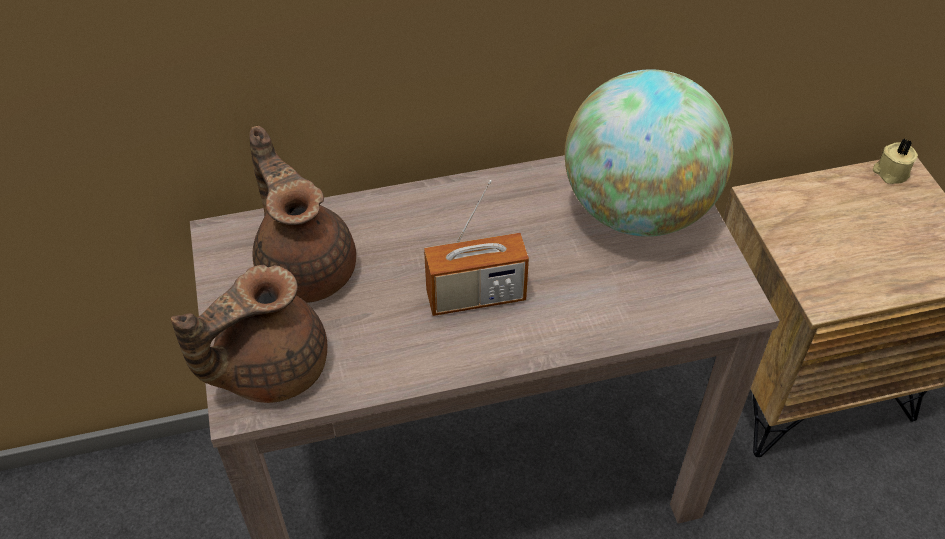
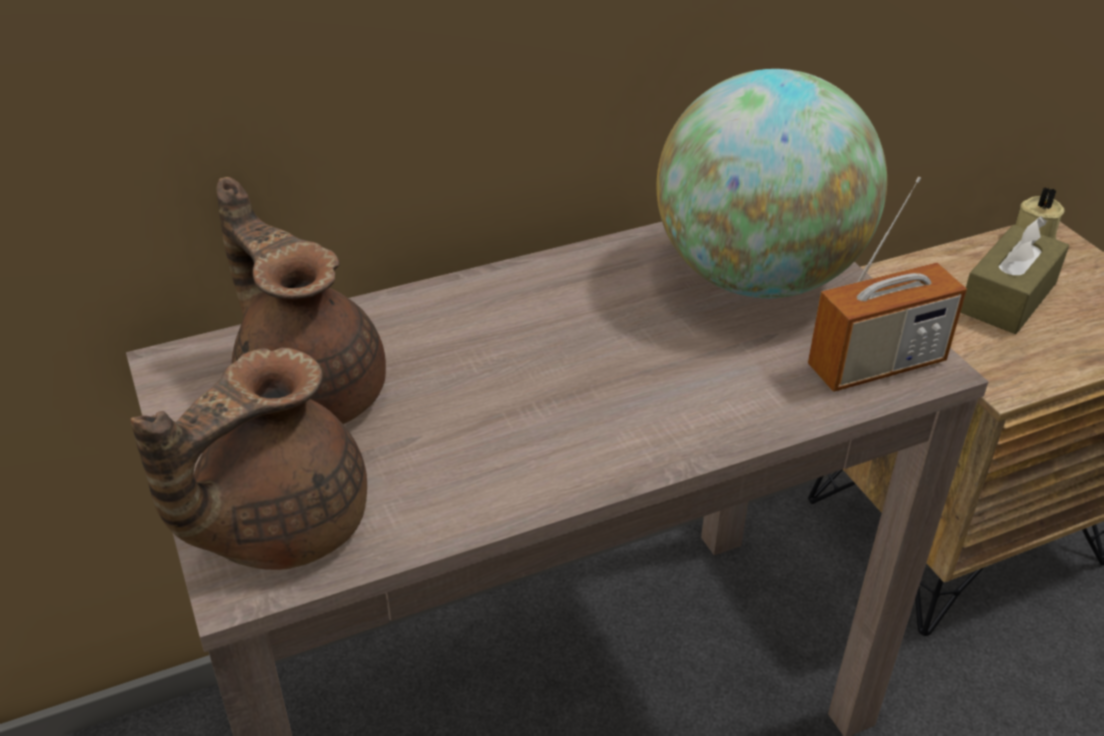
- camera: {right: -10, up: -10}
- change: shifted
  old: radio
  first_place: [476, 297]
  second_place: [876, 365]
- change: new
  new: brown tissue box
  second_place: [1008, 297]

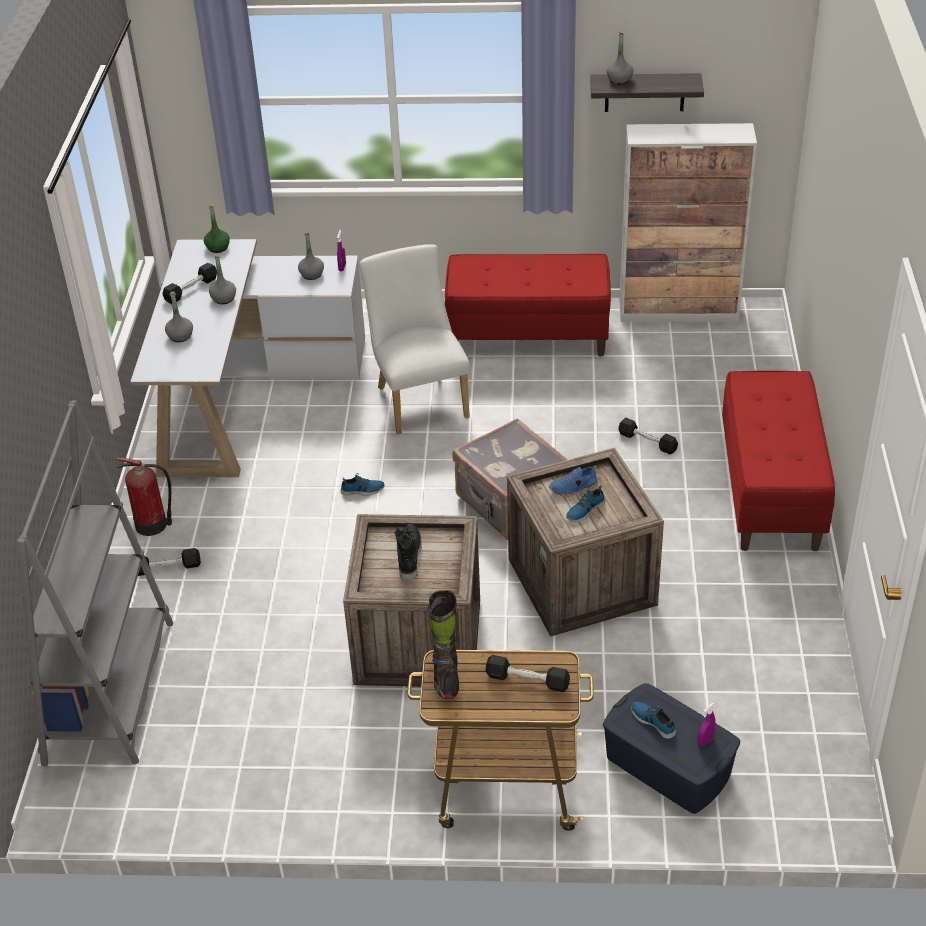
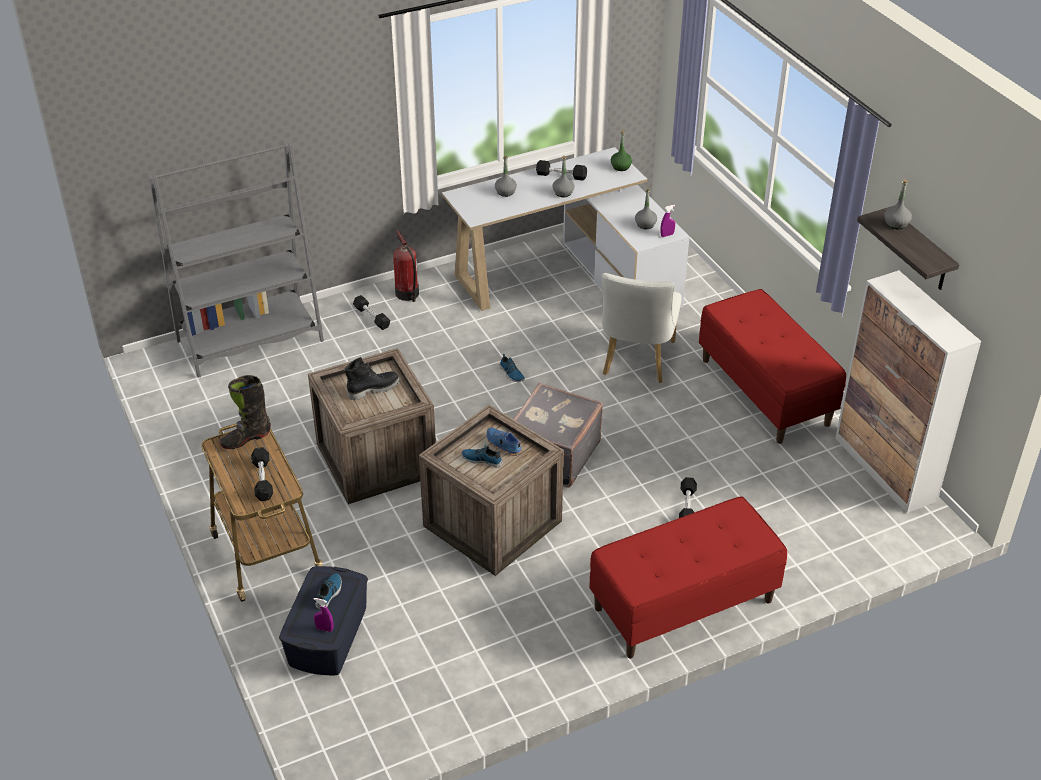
- camera: {right: 60, up: 0}
- change: rotated
  old: white chair
  first_place: [419, 398]
  second_place: [636, 362]
  degrees: 150

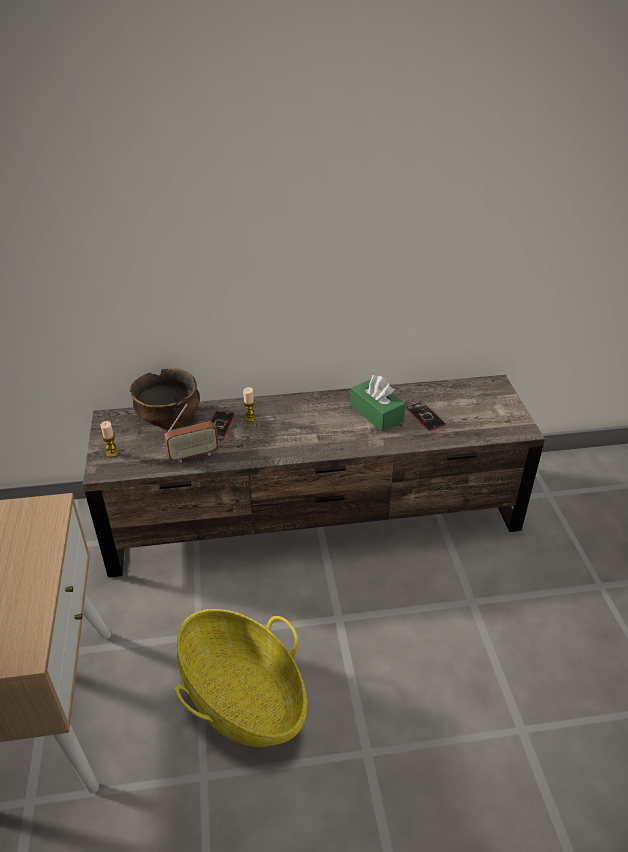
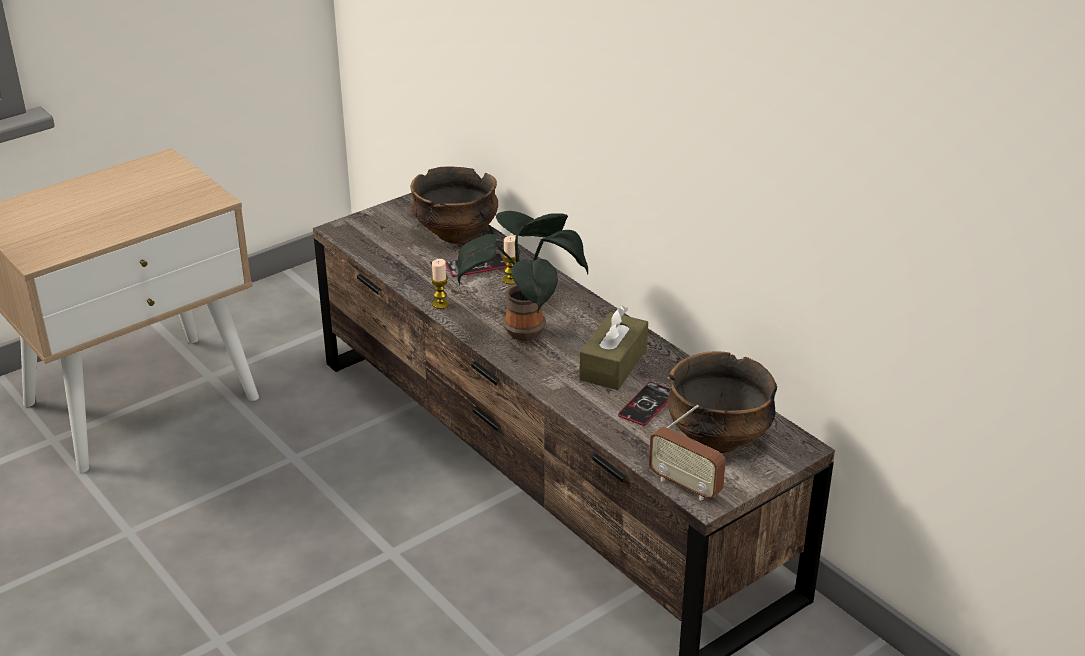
- camera: {right: 60, up: -5}
- change: shifted
  old: candle
  first_place: [112, 453]
  second_place: [440, 304]
- change: new
  new: potted plant
  second_place: [525, 330]
- change: repainted
  old: green tissue box
  new: brown tissue box
  first_place: [376, 413]
  second_place: [613, 364]
- change: shifted
  old: radio
  first_place: [193, 455]
  second_place: [685, 485]
- change: new
  new: bowl
  second_place: [717, 438]
- change: gone
  old: basket
  first_place: [243, 698]

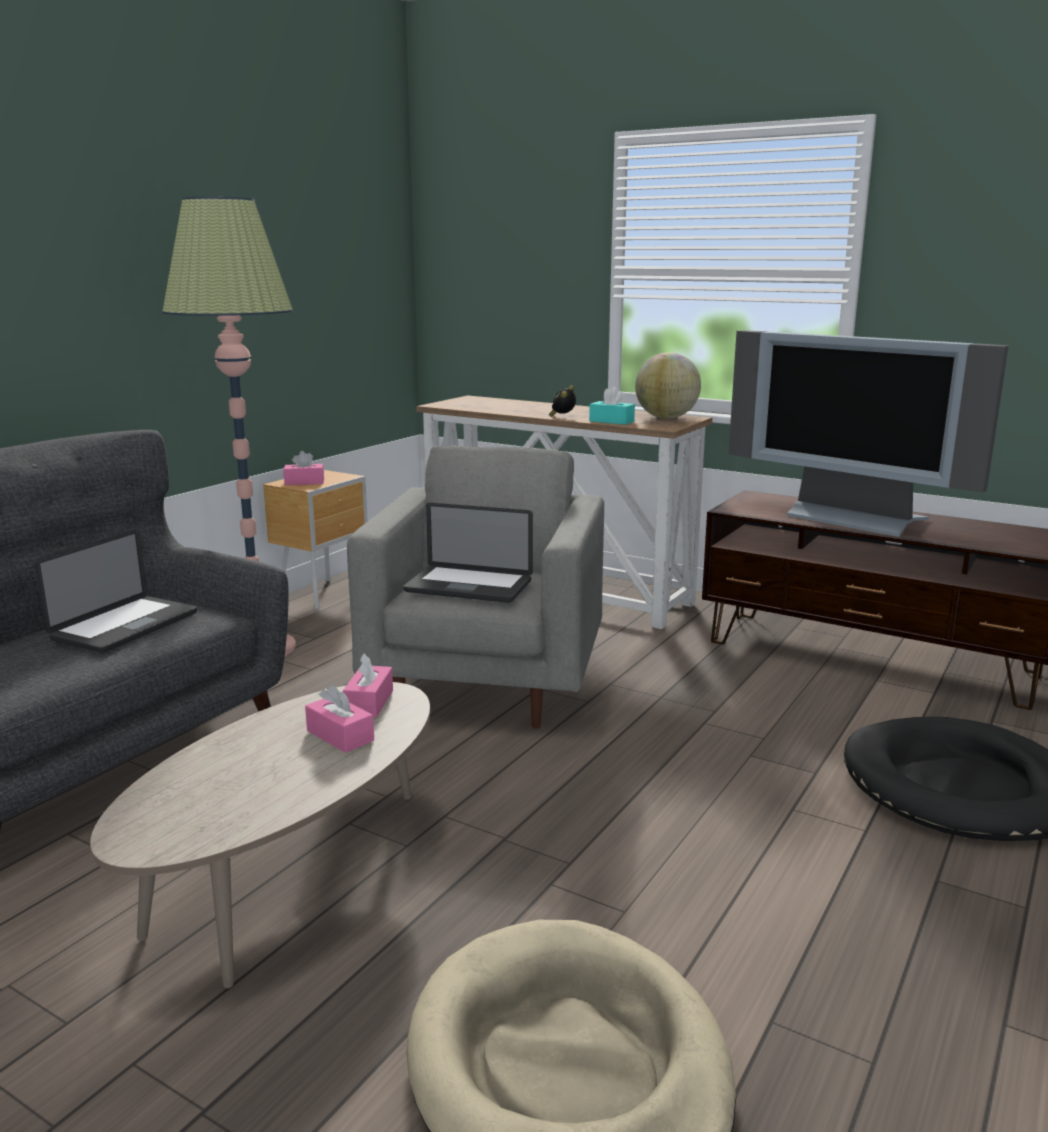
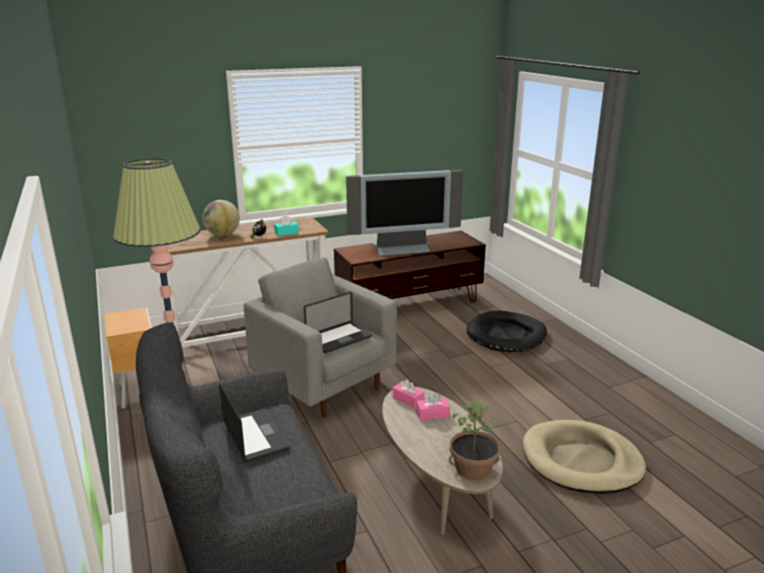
- camera: {right: -55, up: 5}
- change: shifted
  old: globe
  first_place: [666, 418]
  second_place: [222, 235]
- change: new
  new: potted plant
  second_place: [473, 469]
- change: gone
  old: pink tissue box
  first_place: [304, 482]

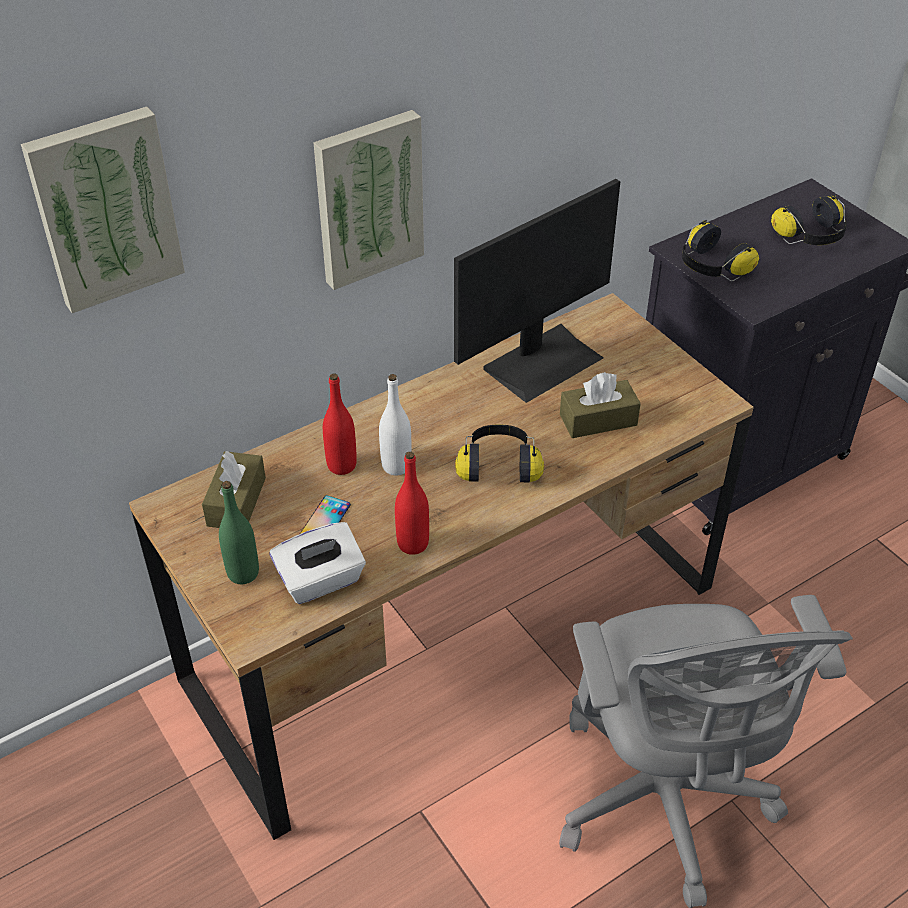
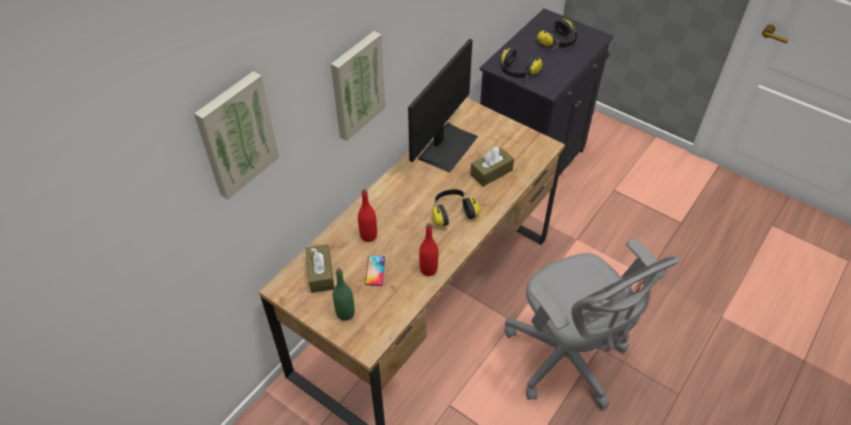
- camera: {right: -20, up: 5}
- change: gone
  old: white tissue box
  first_place: [321, 581]
- change: gone
  old: white bottle
  first_place: [396, 466]

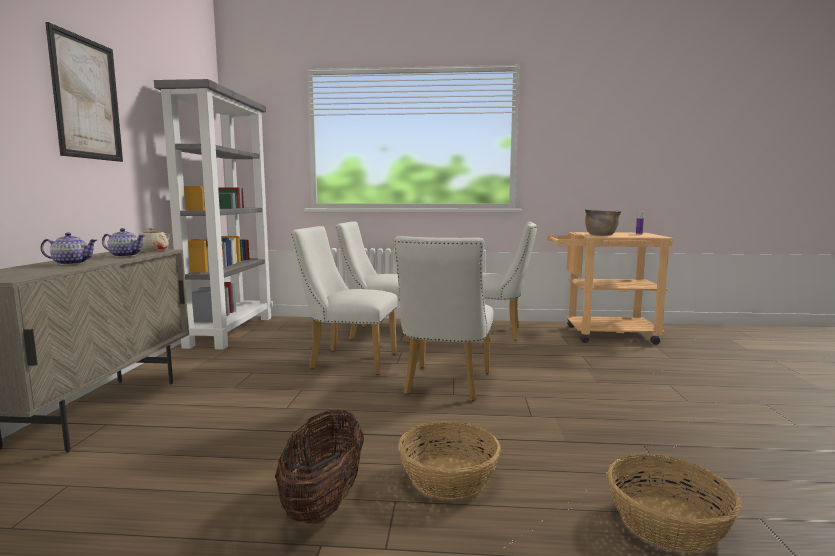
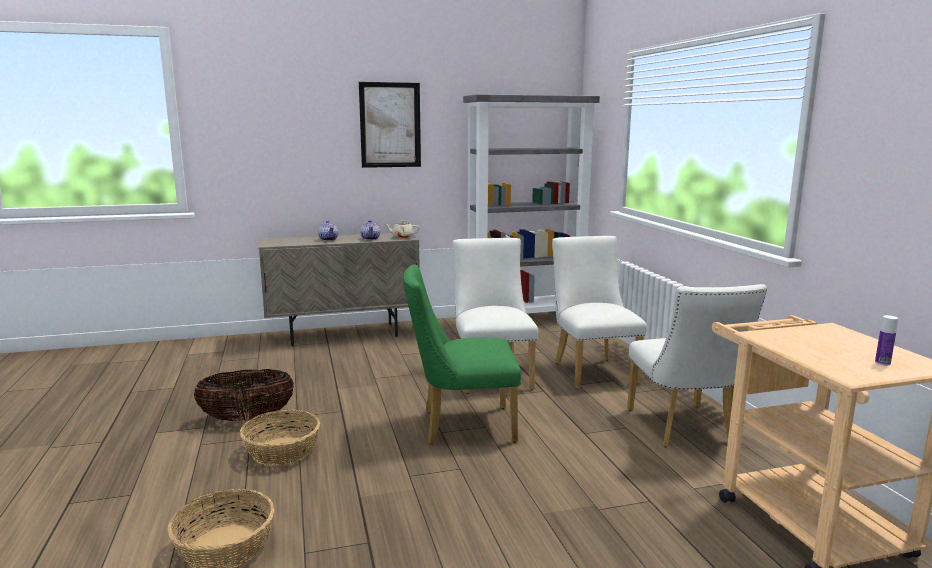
- camera: {right: 70, up: 5}
- change: repainted
  old: white chair
  new: green chair
  first_place: [445, 386]
  second_place: [460, 426]
- change: gone
  old: brown cooking pot
  first_place: [601, 235]

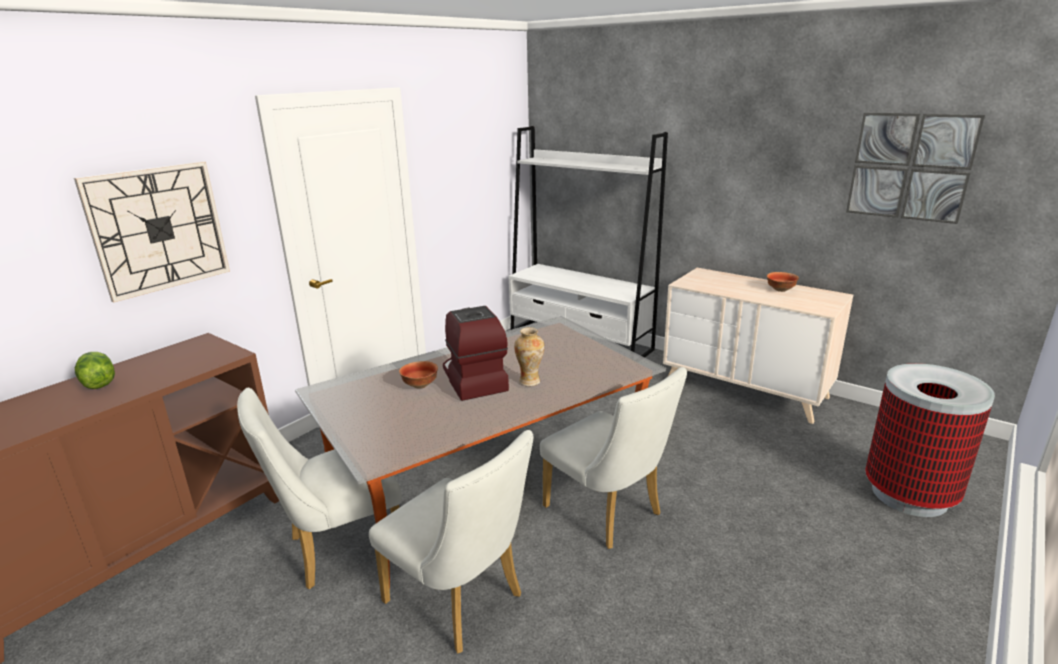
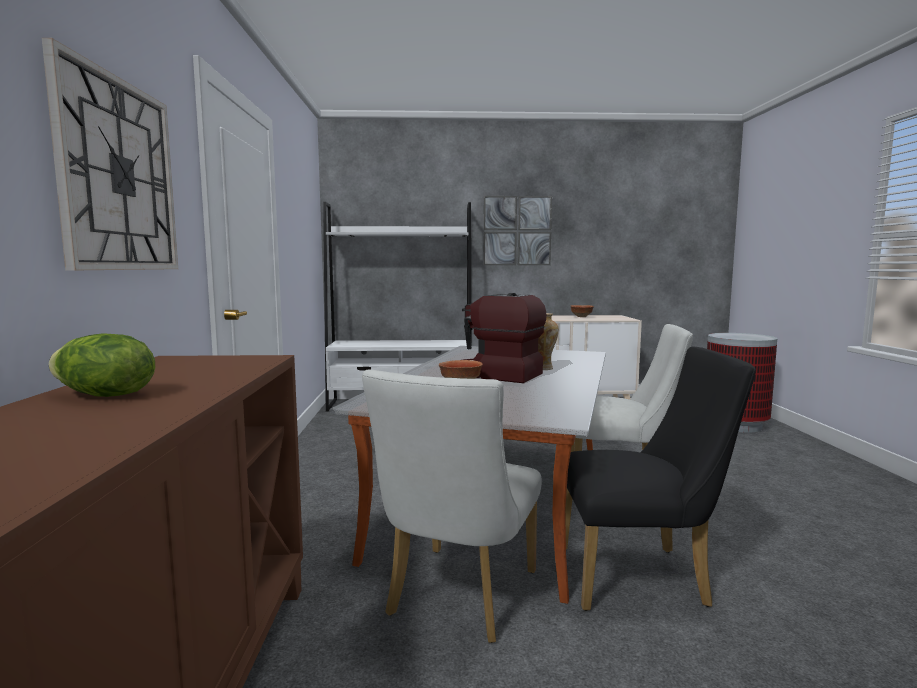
- camera: {right: -40, up: -15}
- change: shifted
  old: picture
  first_place: [910, 166]
  second_place: [517, 231]
- change: repainted
  old: white chair
  new: black chair
  first_place: [461, 603]
  second_place: [642, 576]

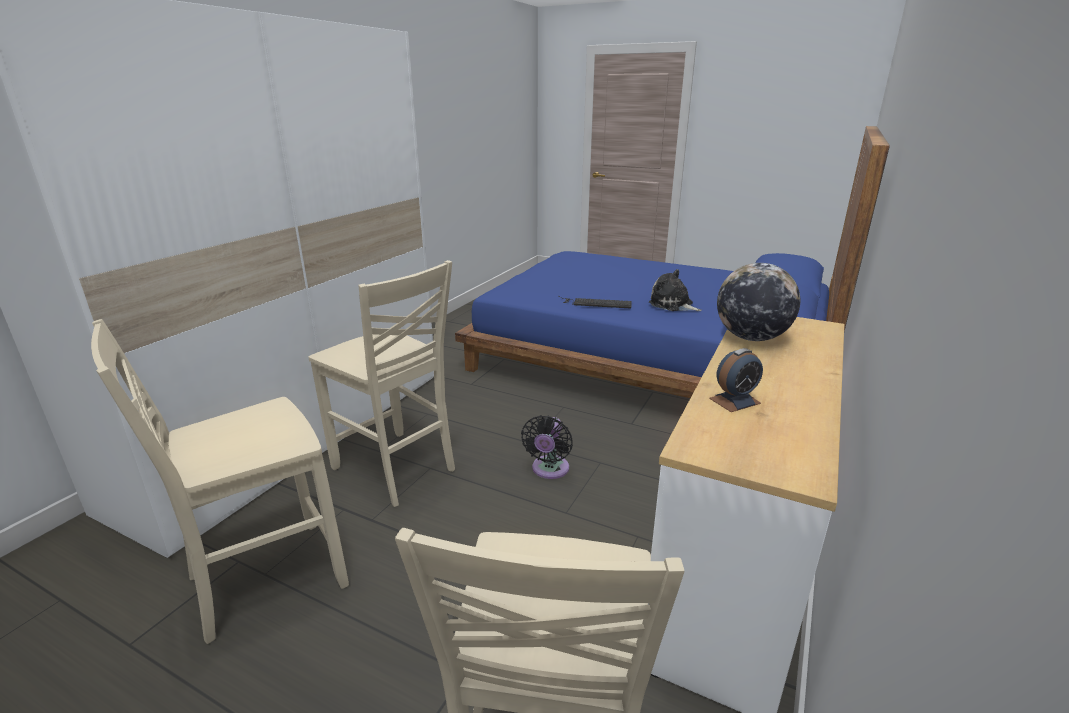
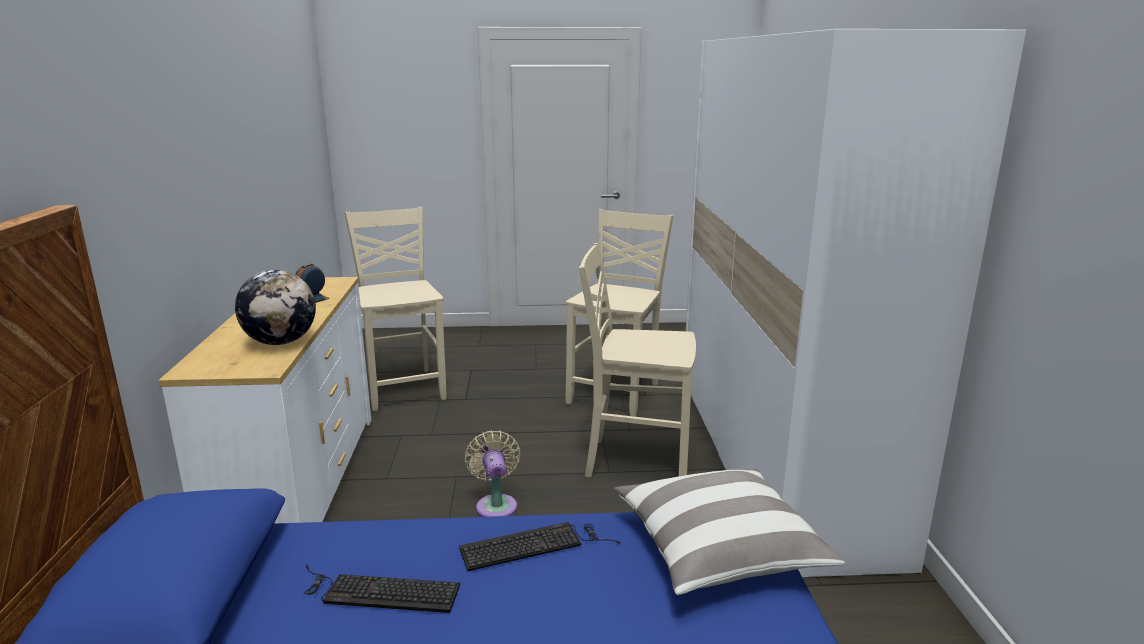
- camera: {right: 150, up: -5}
- change: swapped
  old: plush toy
  new: keyboard
  first_place: [672, 305]
  second_place: [377, 591]
- change: repainted
  old: black fan
  new: beige fan
  first_place: [549, 470]
  second_place: [496, 504]
- change: new
  new: pillow
  second_place: [719, 550]

